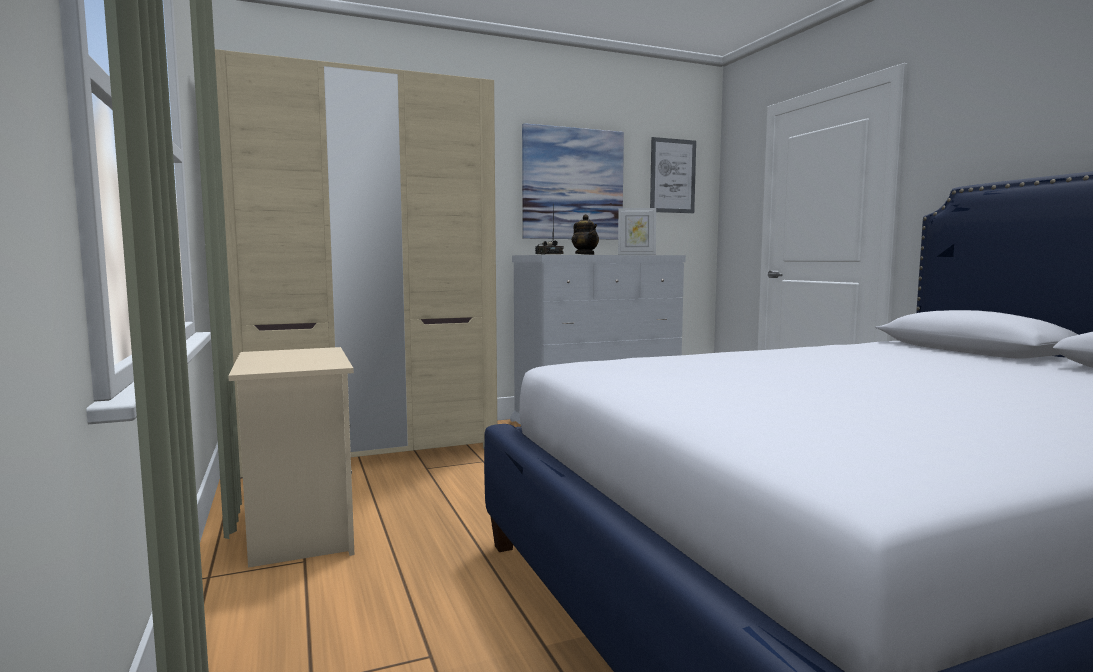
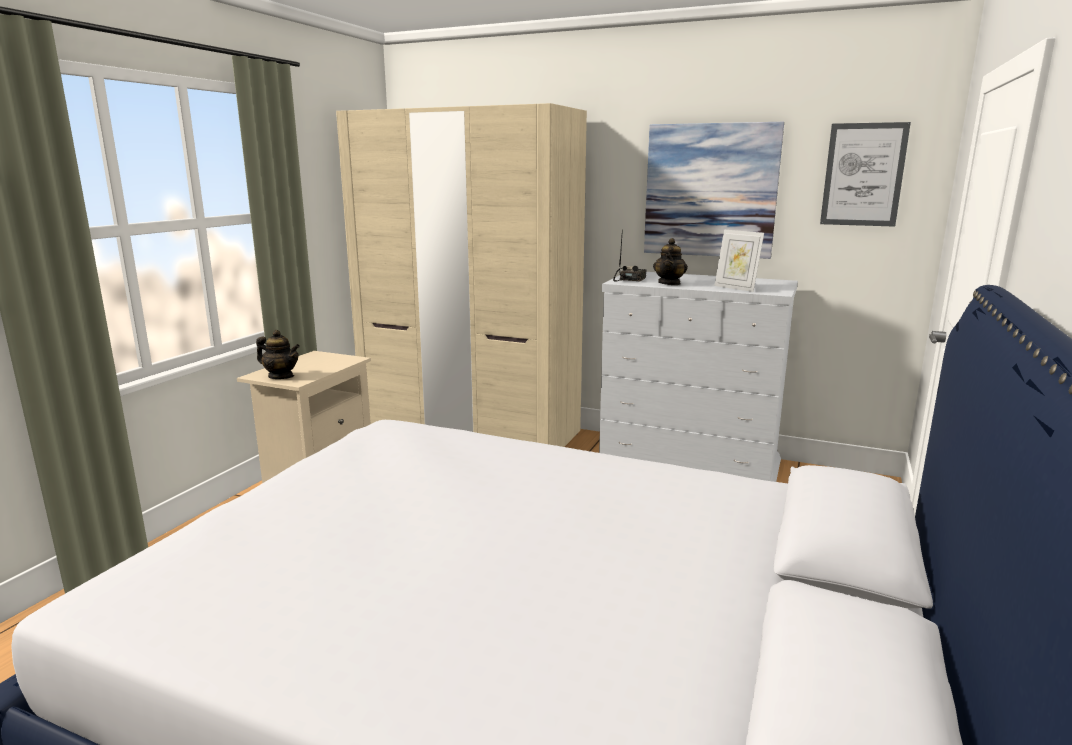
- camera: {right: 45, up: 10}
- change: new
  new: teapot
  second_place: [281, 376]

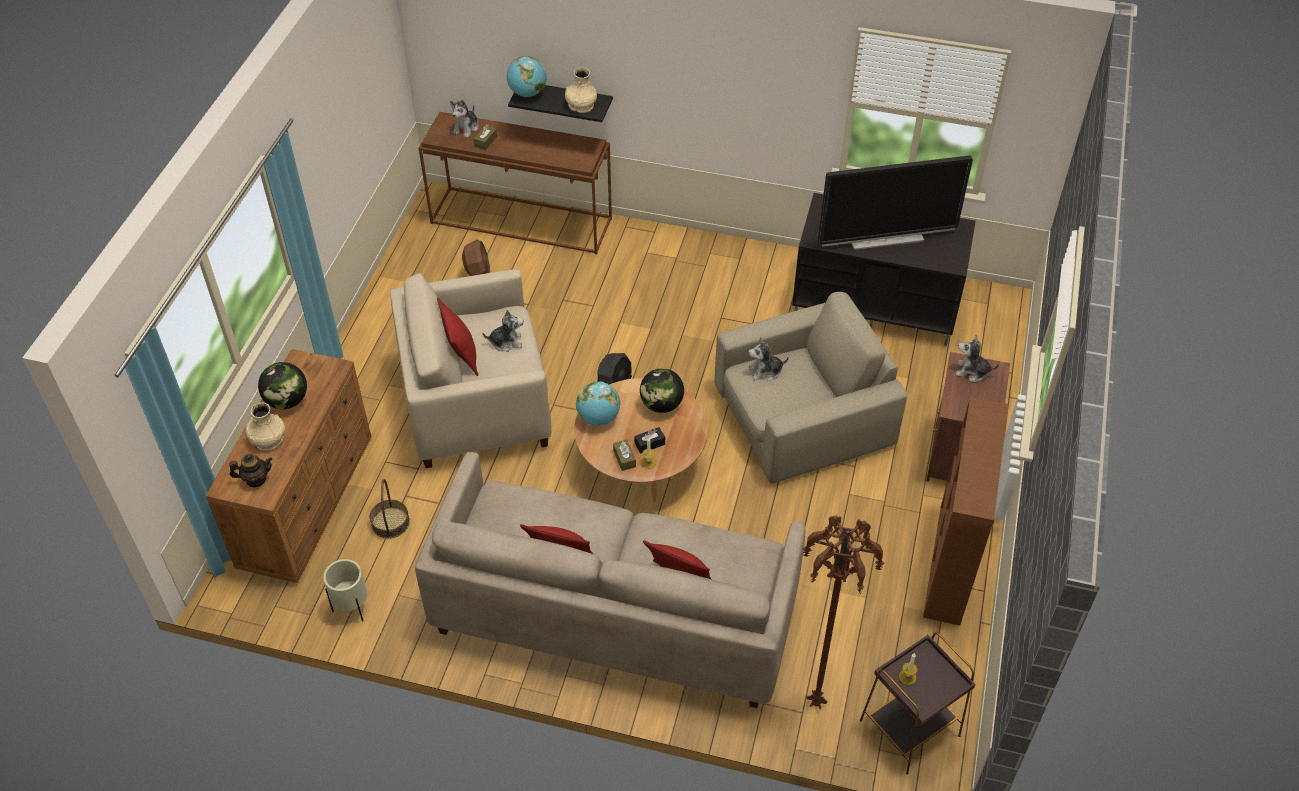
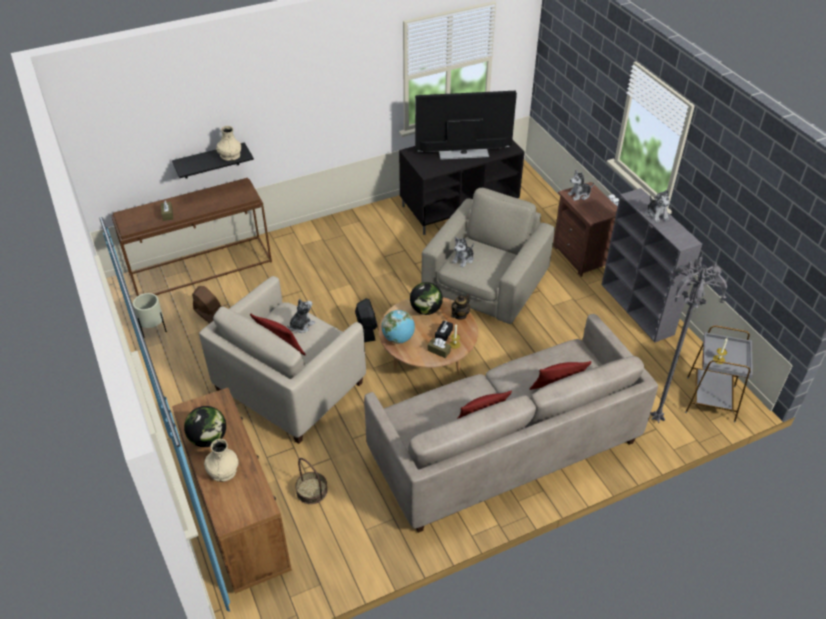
- camera: {right: -40, up: -5}
- change: shifted
  old: beige planter
  first_place: [352, 608]
  second_place: [154, 330]
- change: rotated
  old: television
  first_place: [885, 238]
  second_place: [463, 153]
  degrees: -135
- change: shifted
  old: teapot
  first_place: [256, 479]
  second_place: [459, 315]
- change: repainted
  old: brown bookcase
  new: grey bookcase
  first_place: [950, 565]
  second_place: [637, 309]
- change: shifted
  old: plush toy
  first_place: [466, 128]
  second_place: [656, 214]
- change: repainted
  old: brown floor lamp
  new: grey floor lamp
  first_place: [815, 701]
  second_place: [655, 419]
- change: repainted
  old: brown side table
  new: grey side table
  first_place: [908, 728]
  second_place: [710, 400]
- change: gone
  old: globe
  first_place: [527, 93]

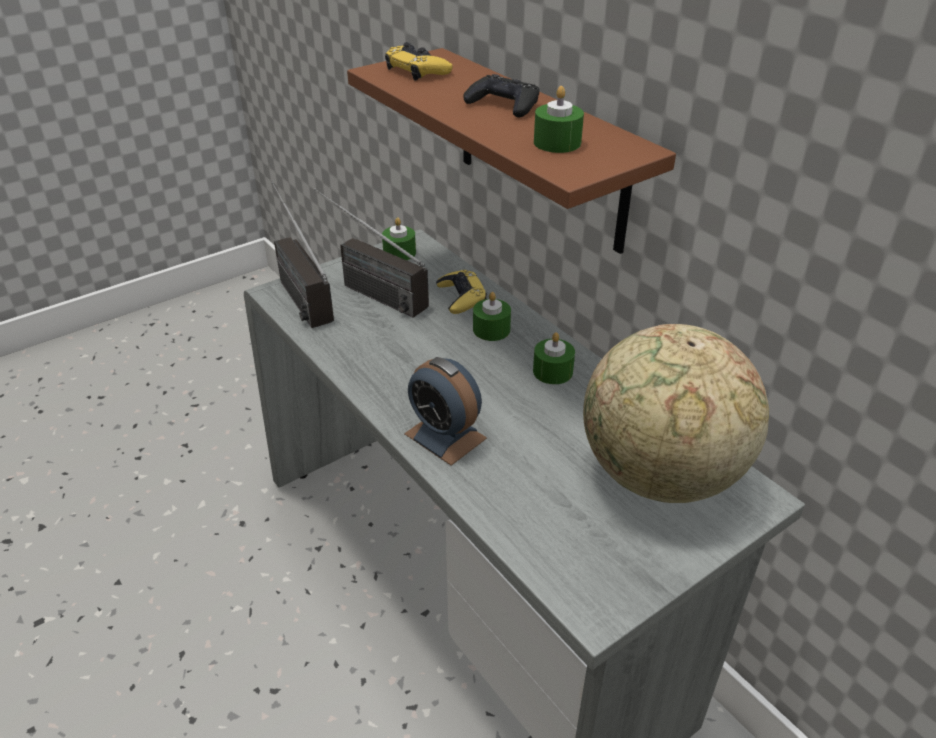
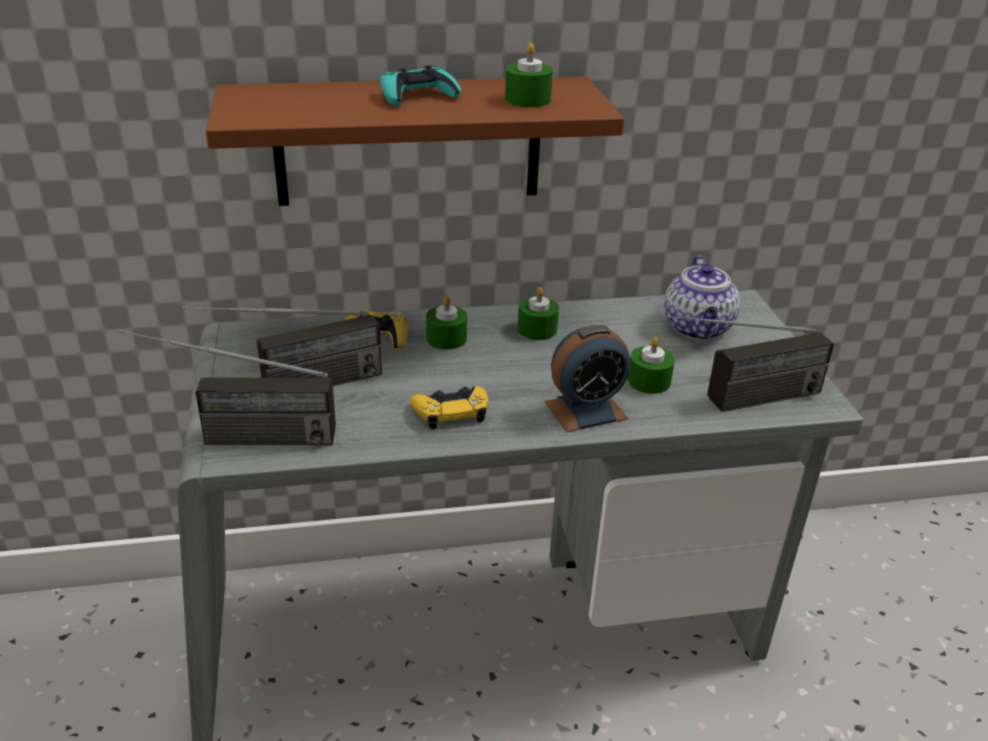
- camera: {right: -65, up: -5}
- change: repainted
  old: black game controller
  new: turquoise game controller
  first_place: [503, 105]
  second_place: [417, 96]
- change: shifted
  old: yellow game controller
  first_place: [417, 70]
  second_place: [451, 412]
- change: shifted
  old: green candle
  first_place: [399, 253]
  second_place: [649, 381]
- change: swapped
  old: globe
  new: teapot
  first_place: [659, 476]
  second_place: [698, 329]
- change: new
  new: radio
  second_place: [738, 401]

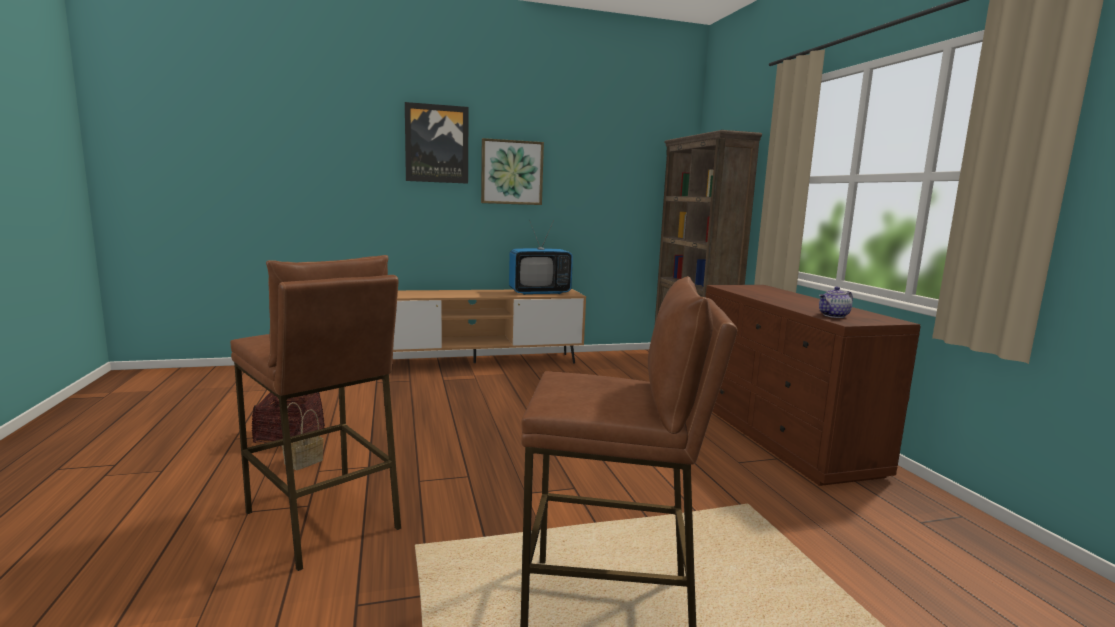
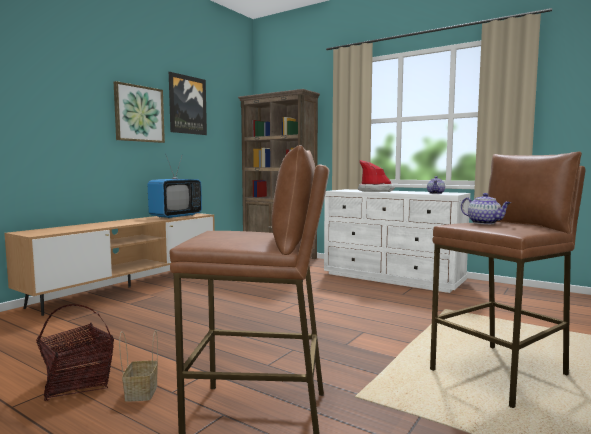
- camera: {right: -40, up: -5}
- change: shifted
  old: picture
  first_place: [437, 144]
  second_place: [187, 105]
- change: repainted
  old: brown dresser
  new: white dresser
  first_place: [781, 436]
  second_place: [393, 278]
- change: new
  new: hat
  second_place: [375, 191]
- change: new
  new: teapot
  second_place: [484, 223]

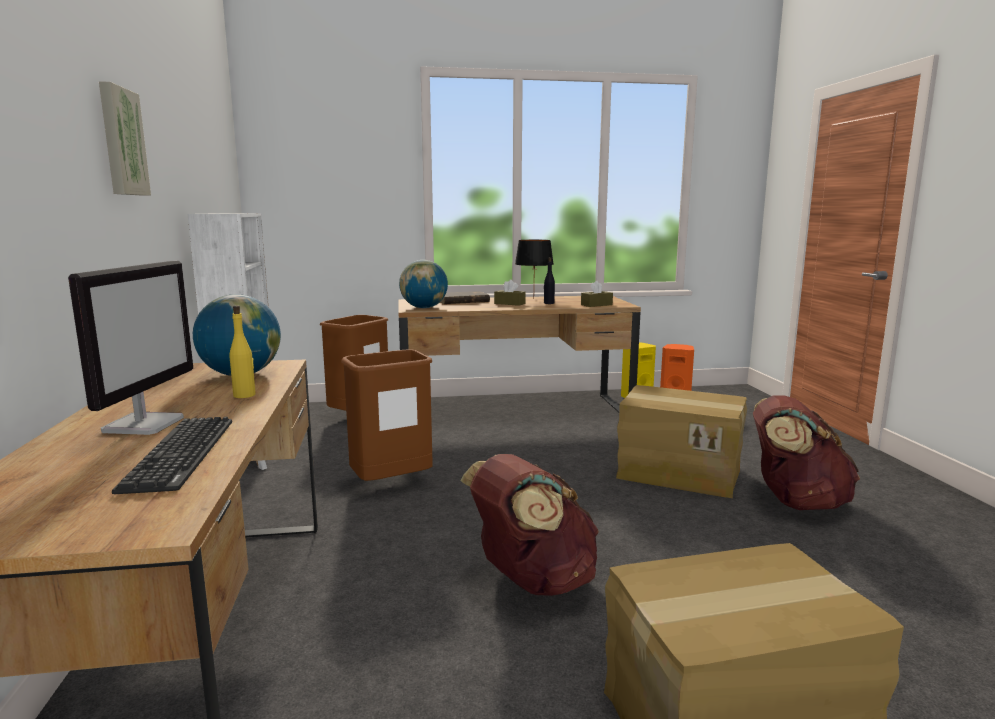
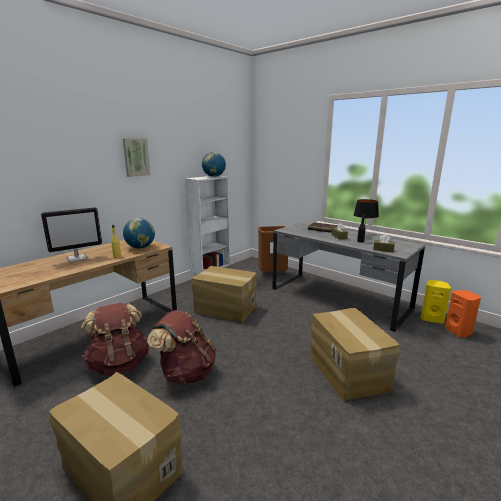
- camera: {right: 50, up: 5}
- change: shifted
  old: brown backpack
  first_place: [795, 501]
  second_place: [119, 364]
- change: swapped
  old: brown trash can
  new: cardboard box
  first_place: [391, 484]
  second_place: [225, 309]
- change: shifted
  old: globe
  first_place: [424, 308]
  second_place: [214, 176]
- change: repainted
  old: brown desk
  new: grey desk
  first_place: [514, 412]
  second_place: [338, 298]
- change: gone
  old: keyboard
  first_place: [181, 454]

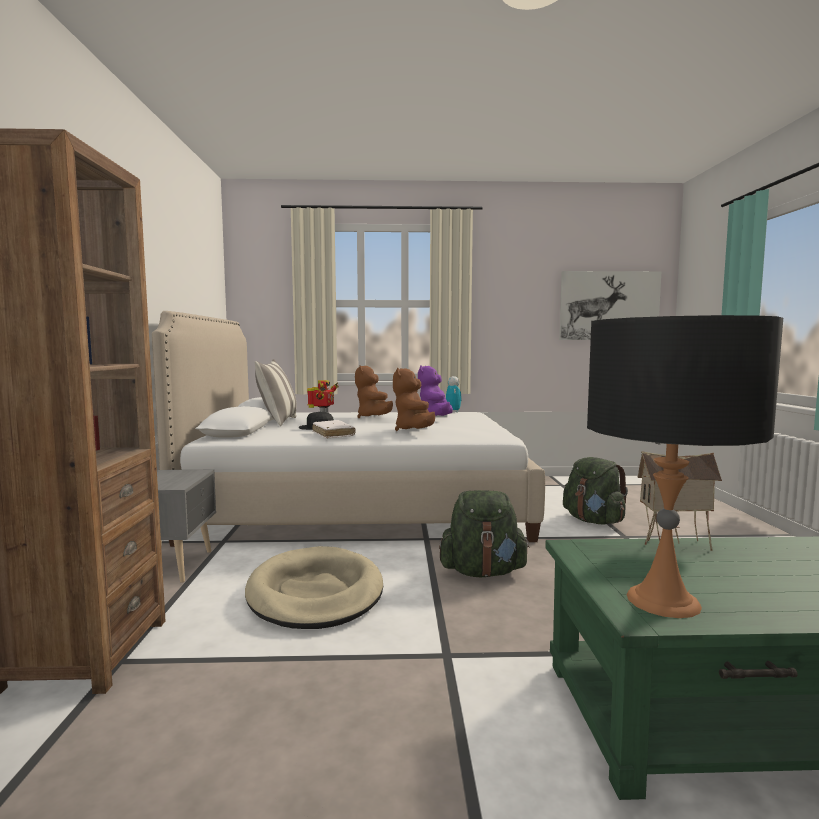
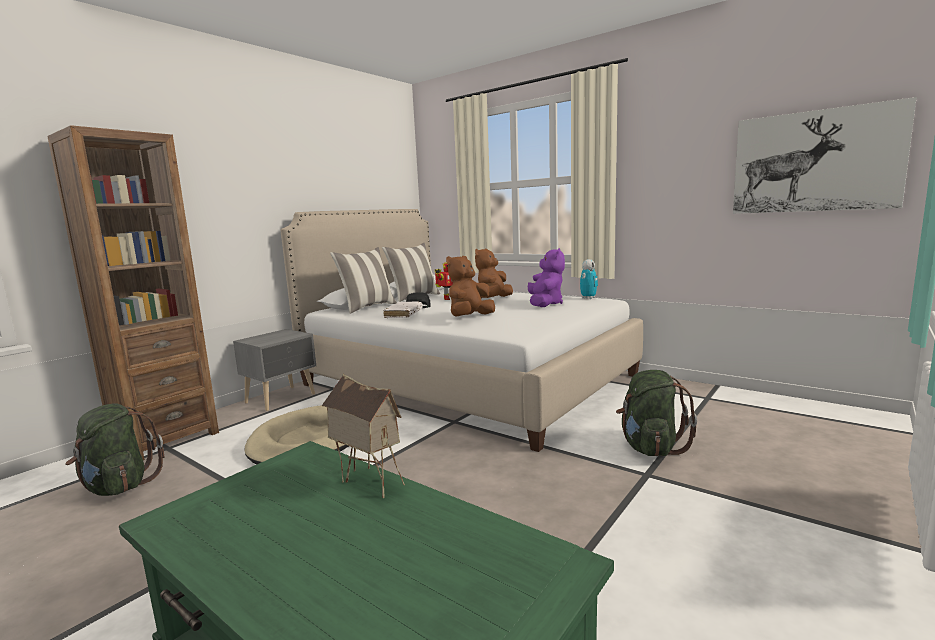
- camera: {right: 40, up: 5}
- change: shifted
  old: green backpack
  first_place: [483, 572]
  second_place: [118, 487]
- change: new
  new: pillow
  second_place: [367, 308]
- change: rotated
  old: purple plush toy
  first_place: [436, 418]
  second_place: [545, 304]
  degrees: 135
- change: gone
  old: black table lamp
  first_place: [662, 601]

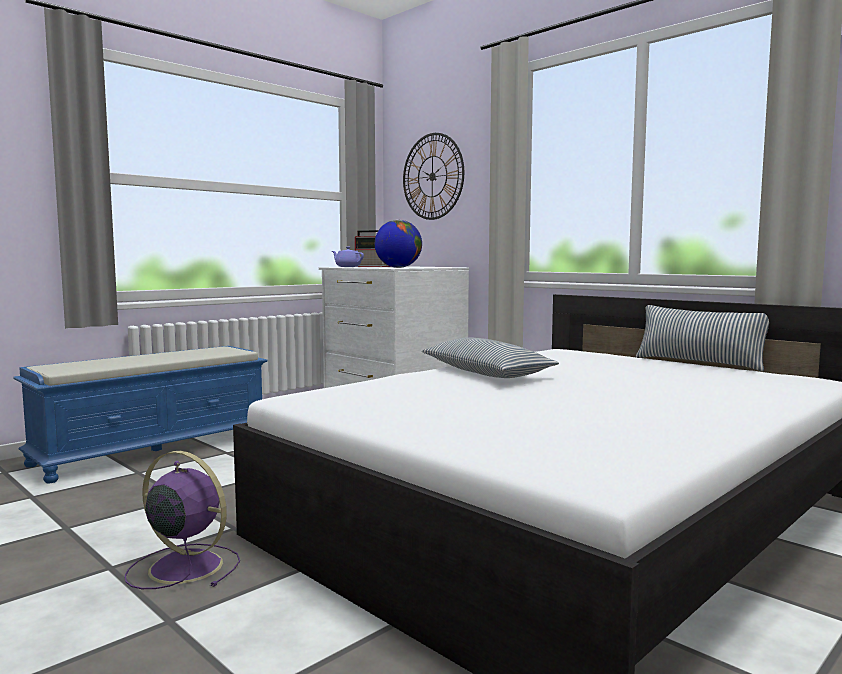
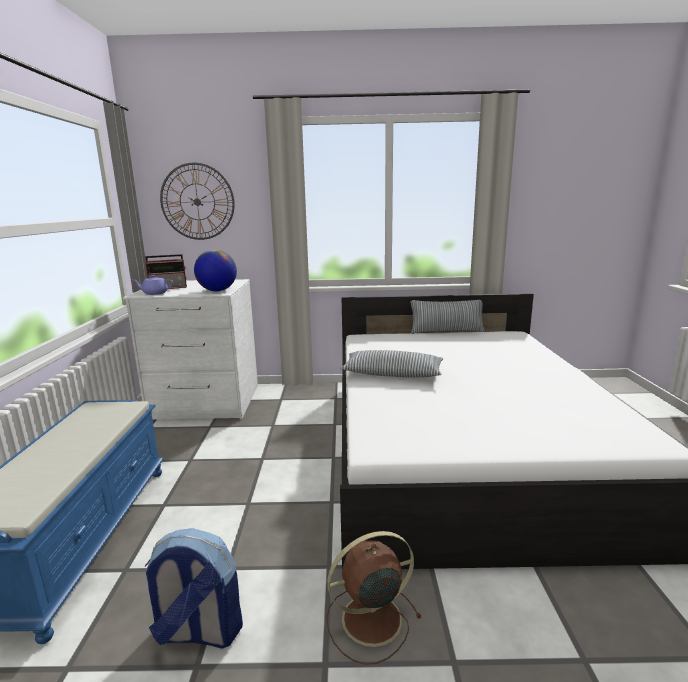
- camera: {right: -45, up: 10}
- change: new
  new: backpack
  second_place: [198, 632]
- change: repainted
  old: purple fan
  new: brown fan
  first_place: [183, 566]
  second_place: [369, 620]

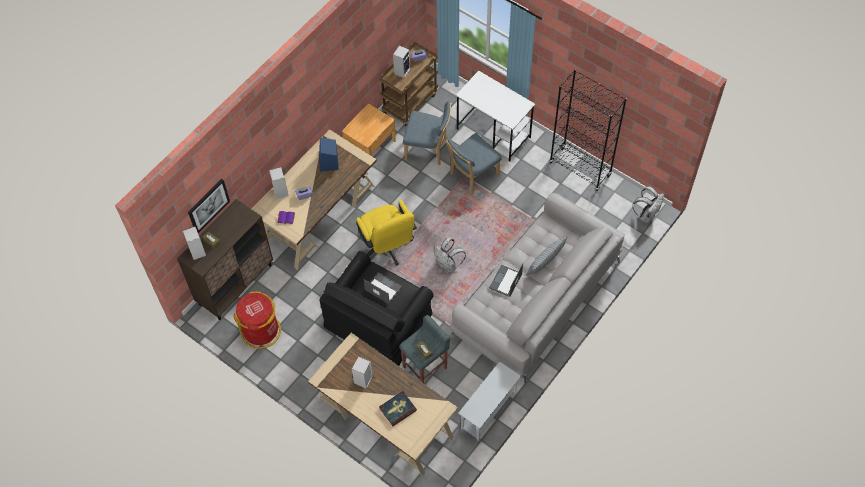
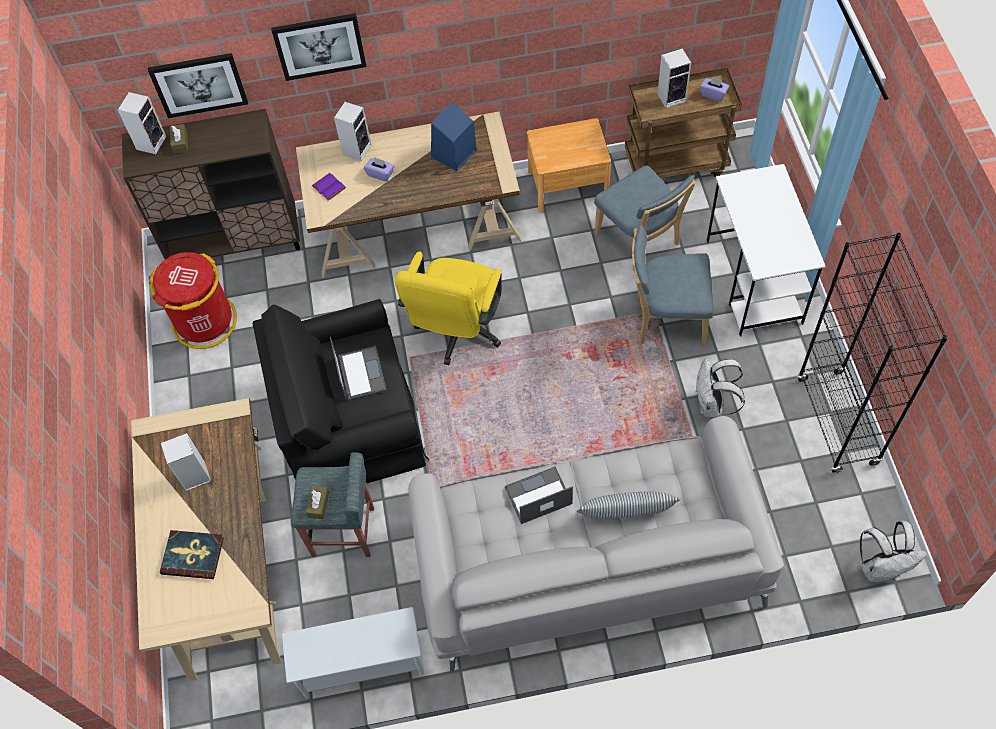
- camera: {right: 45, up: 0}
- change: new
  new: picture
  second_place: [319, 46]
- change: shifted
  old: white backpack
  first_place: [448, 265]
  second_place: [712, 405]

